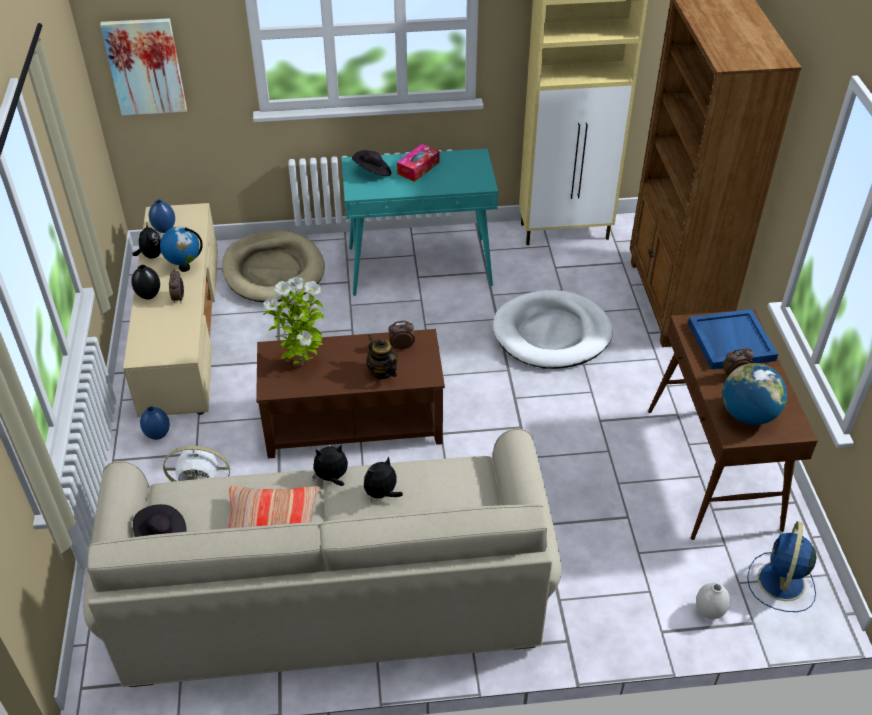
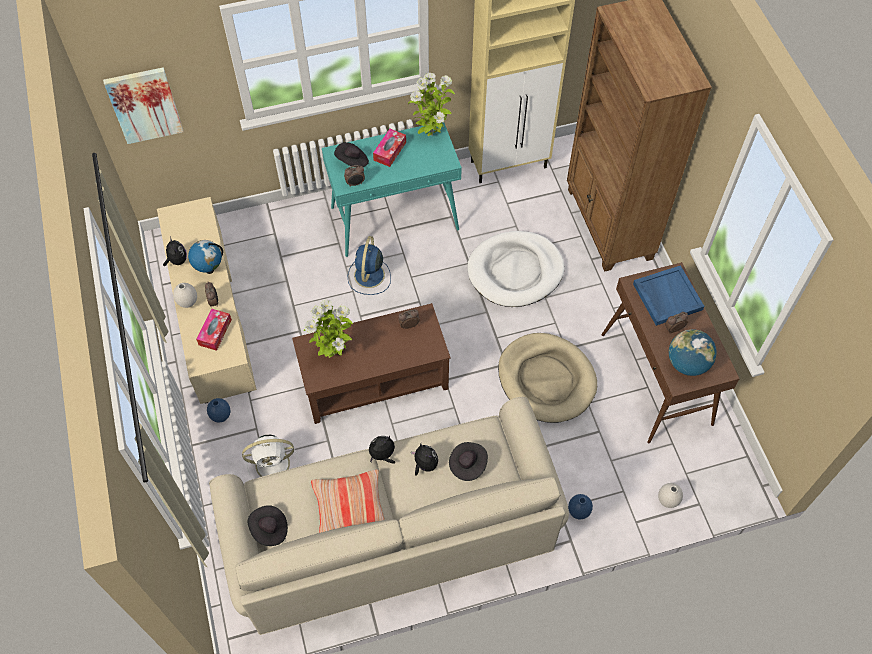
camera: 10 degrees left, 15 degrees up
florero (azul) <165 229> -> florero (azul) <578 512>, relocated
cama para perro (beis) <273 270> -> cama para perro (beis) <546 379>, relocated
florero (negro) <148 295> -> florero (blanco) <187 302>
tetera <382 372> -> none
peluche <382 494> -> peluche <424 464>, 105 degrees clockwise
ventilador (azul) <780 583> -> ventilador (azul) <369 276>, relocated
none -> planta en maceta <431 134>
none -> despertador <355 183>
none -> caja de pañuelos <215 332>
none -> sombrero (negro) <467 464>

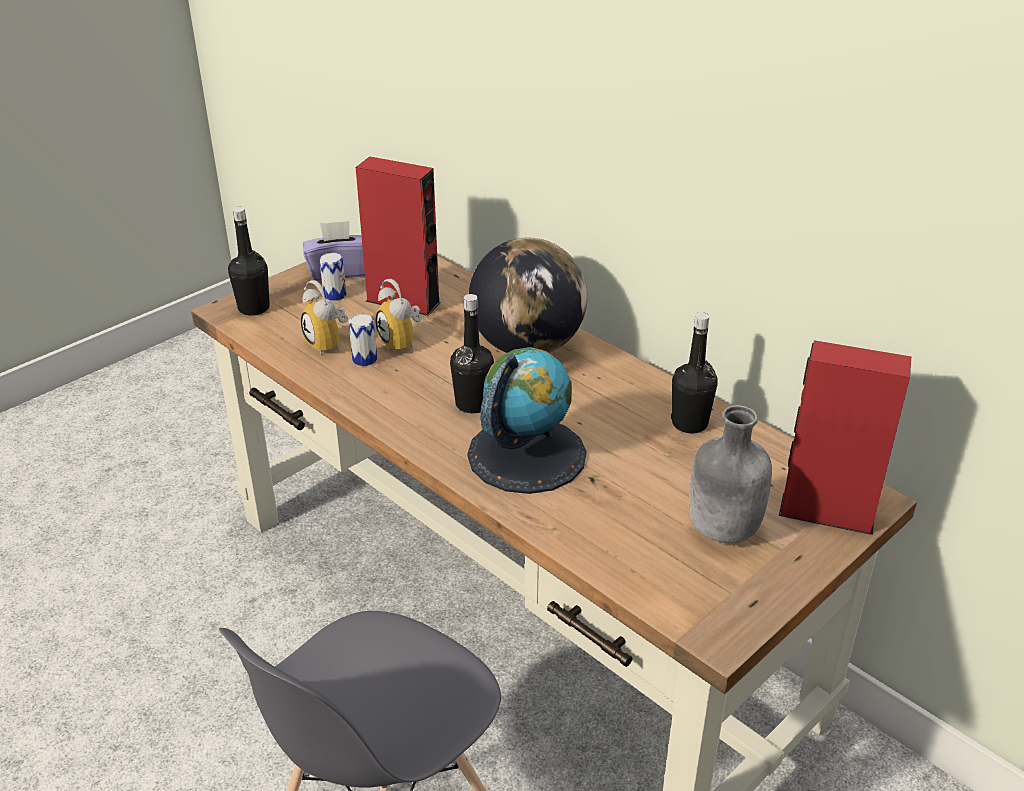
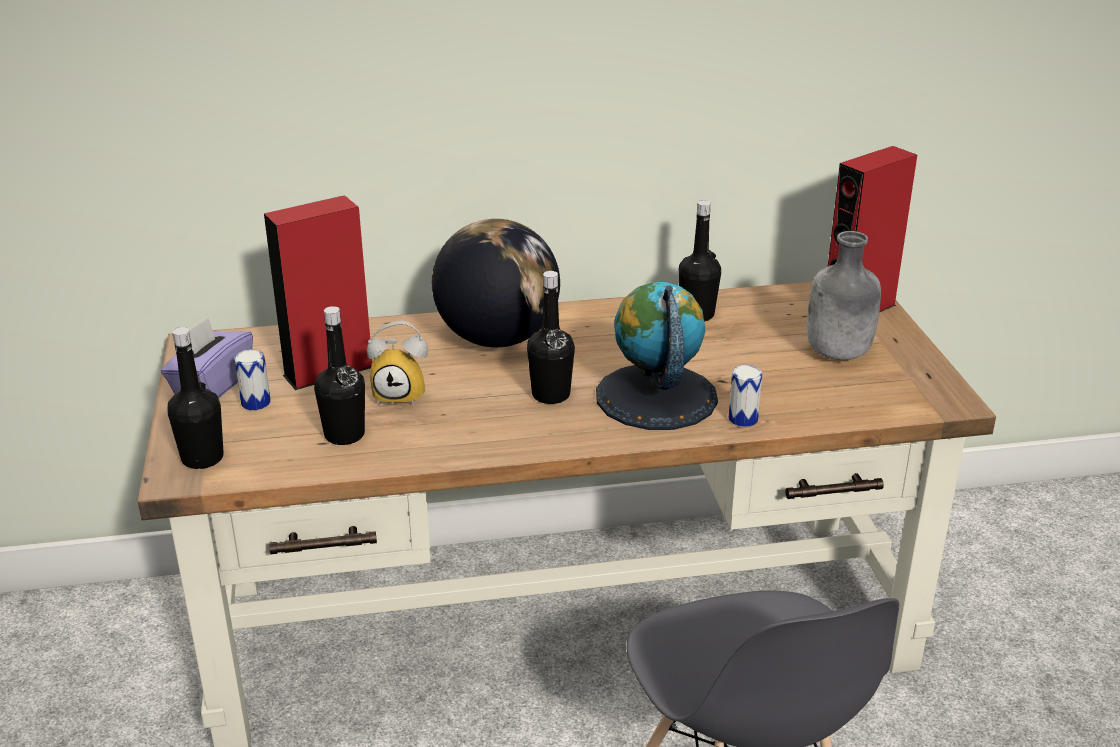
camera: 55 degrees left, 5 degrees down
despertador <329 344> -> botella (negro) <344 435>
lata <364 359> -> lata <743 419>, relocated

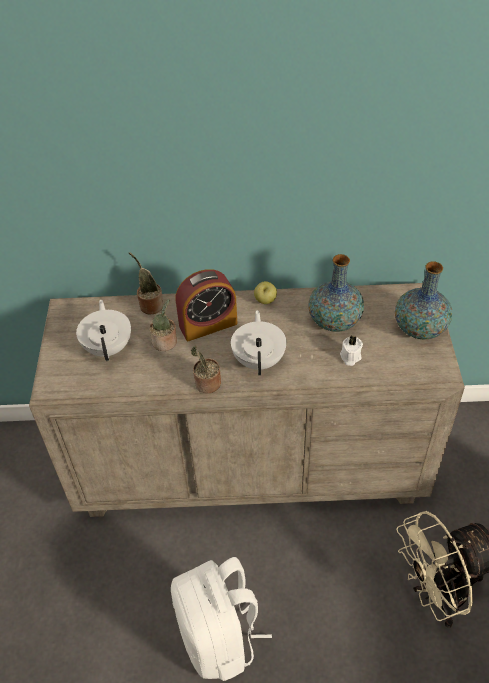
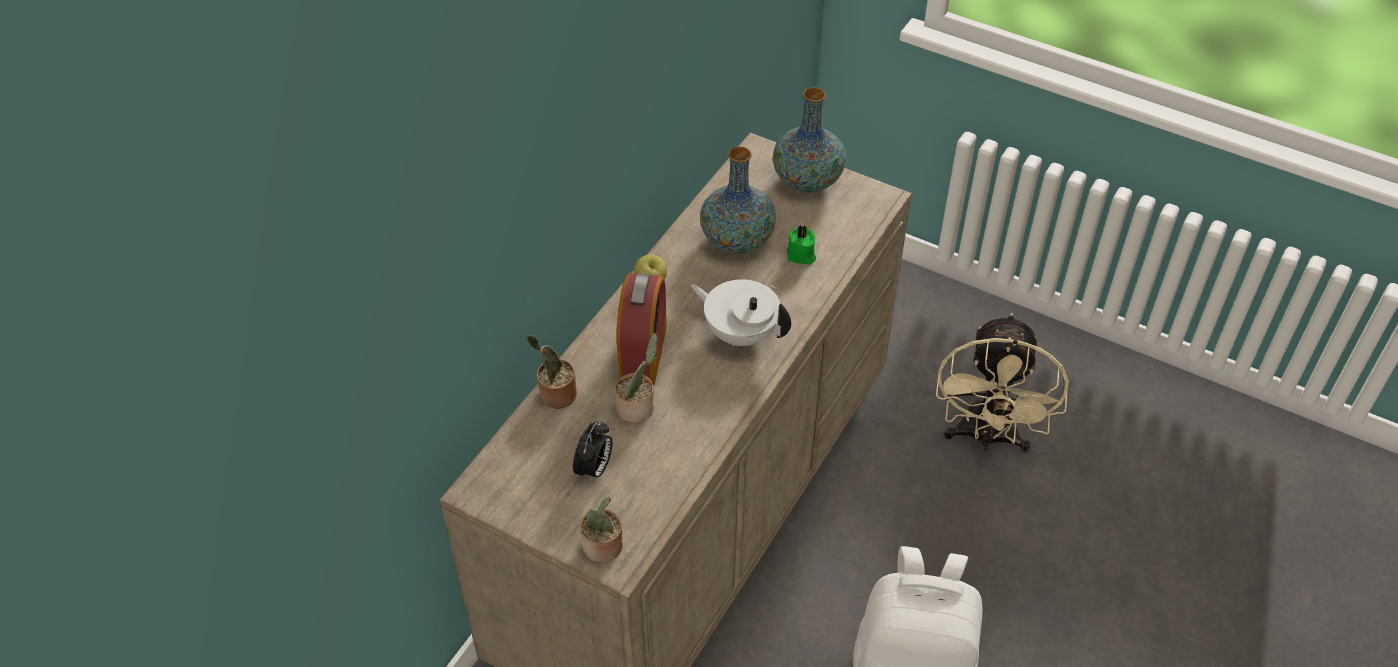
camera: 60 degrees left, 0 degrees up
tetera (blanco) <108 347> -> despertador <594 469>
vela (blanco) <350 357> -> vela (verde) <801 255>
planta en maceta <206 384> -> planta en maceta <603 548>, relocated

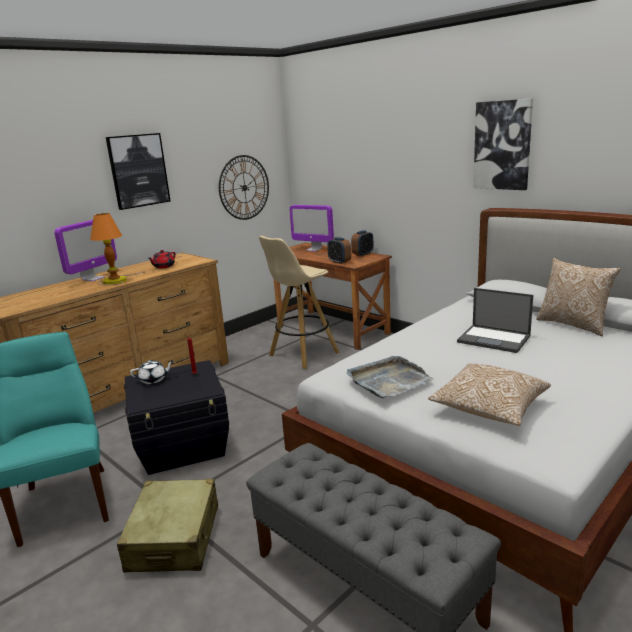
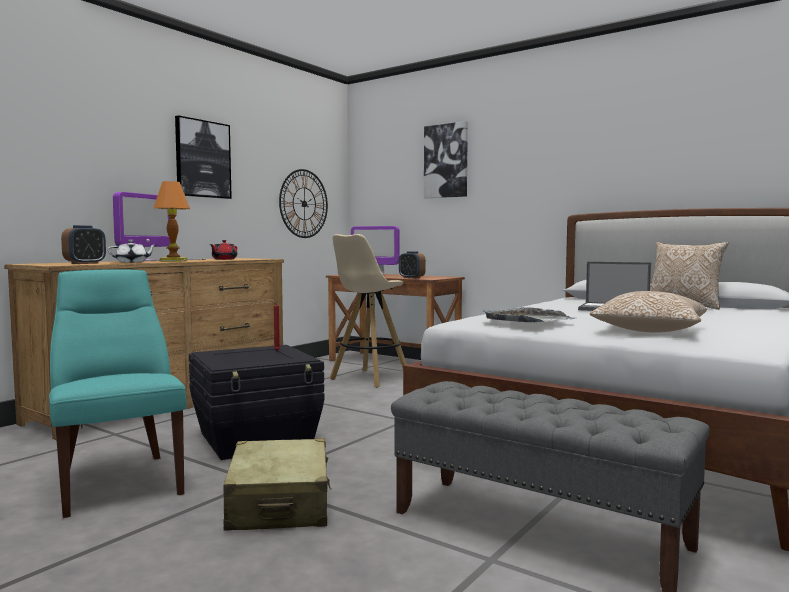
camera: 10 degrees left, 15 degrees down
cuadro <502 145> -> cuadro <446 161>, relocated
despertador <363 254> -> despertador <85 263>, relocated
tetera (blanco) <154 379> -> tetera (blanco) <132 262>, relocated

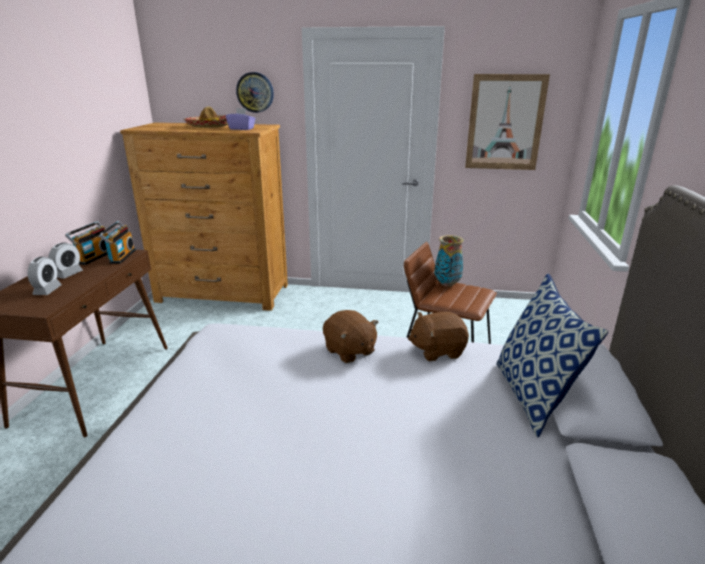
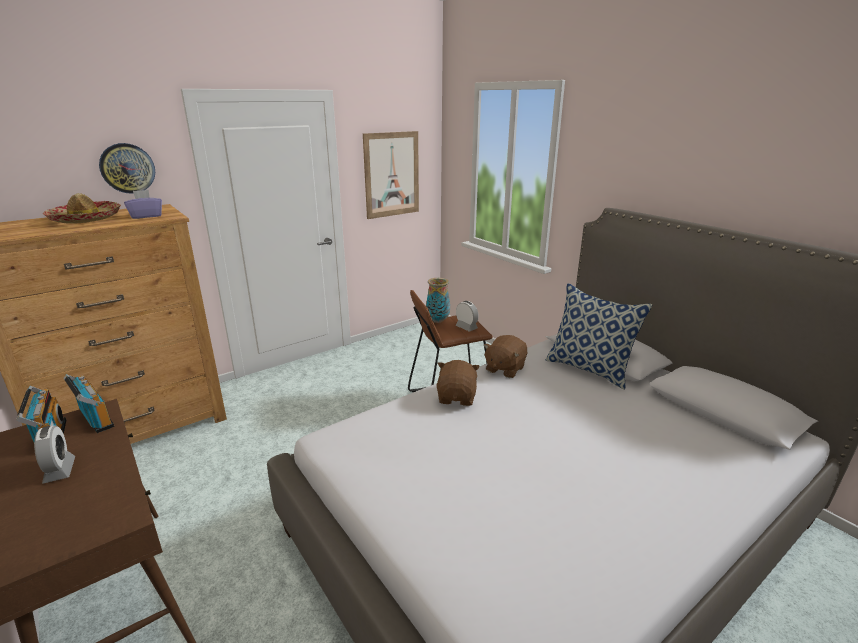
camera: 45 degrees left, 0 degrees up
despertador <47 290> -> despertador <466 327>, relocated
peluche (marrón) <349 351> -> peluche (marrón) <457 397>, 90 degrees counterclockwise

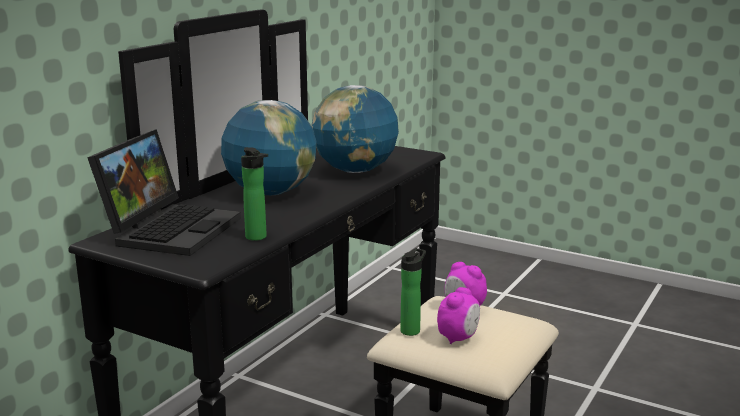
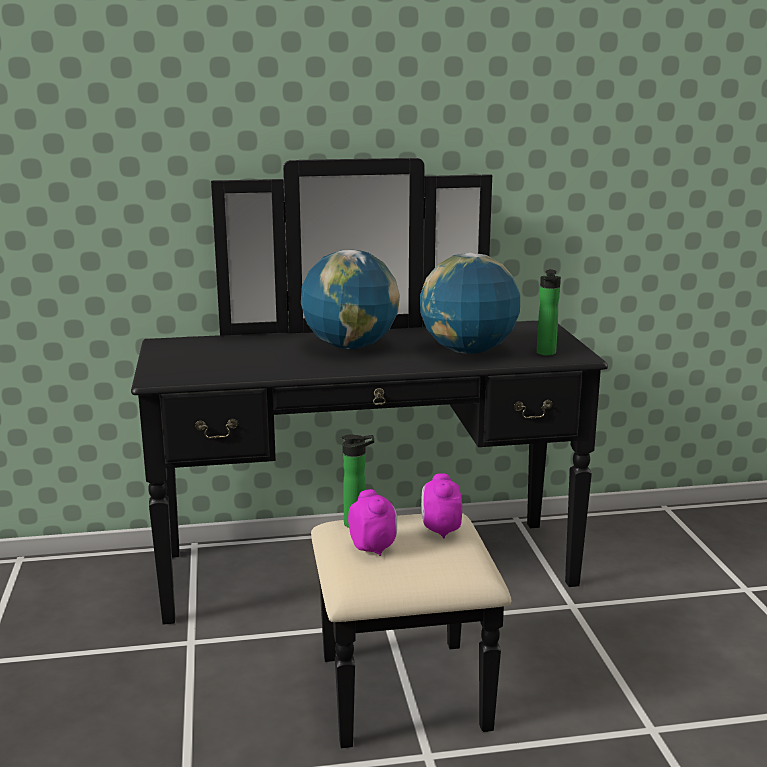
camera: 50 degrees right, 0 degrees up
portátil <170 229> -> none
botella <258 238> -> botella <546 353>, relocated
despertador <458 338> -> despertador <373 548>, 105 degrees counterclockwise

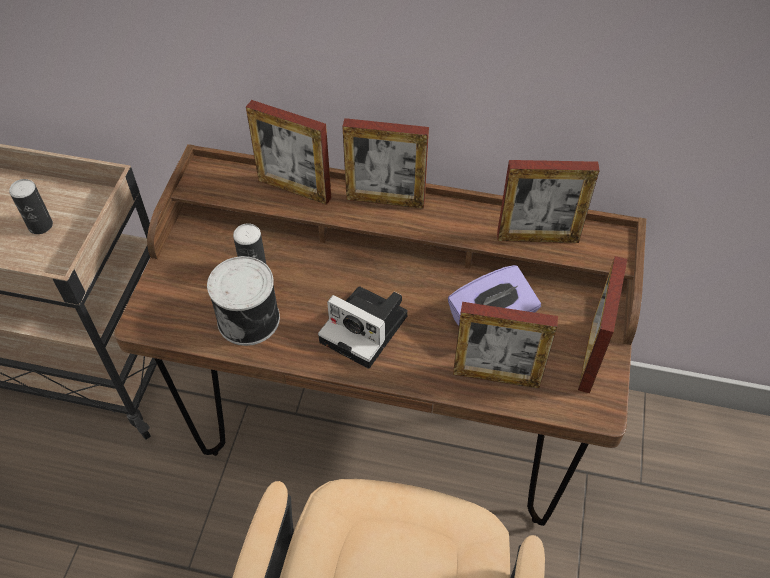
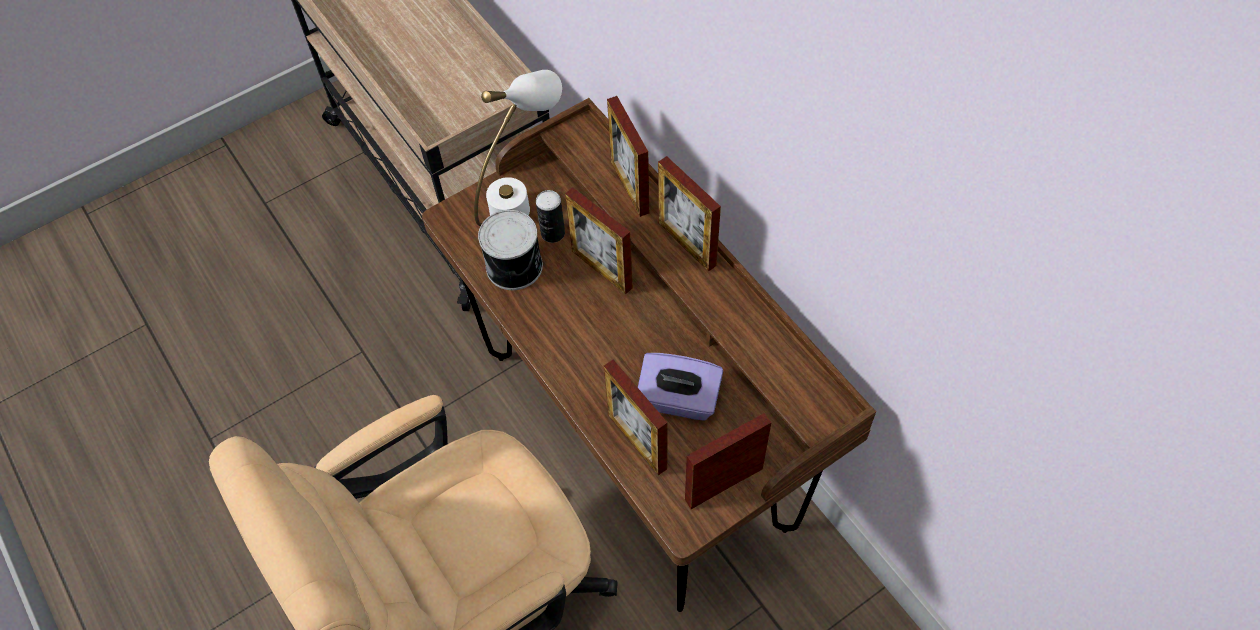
camera: 45 degrees right, 5 degrees up
portarretratos <537 237> -> portarretratos <602 269>, relocated
lata <40 225> -> none
cámara <367 329> -> none
none -> lámpara de mesa (blanco) <522 197>

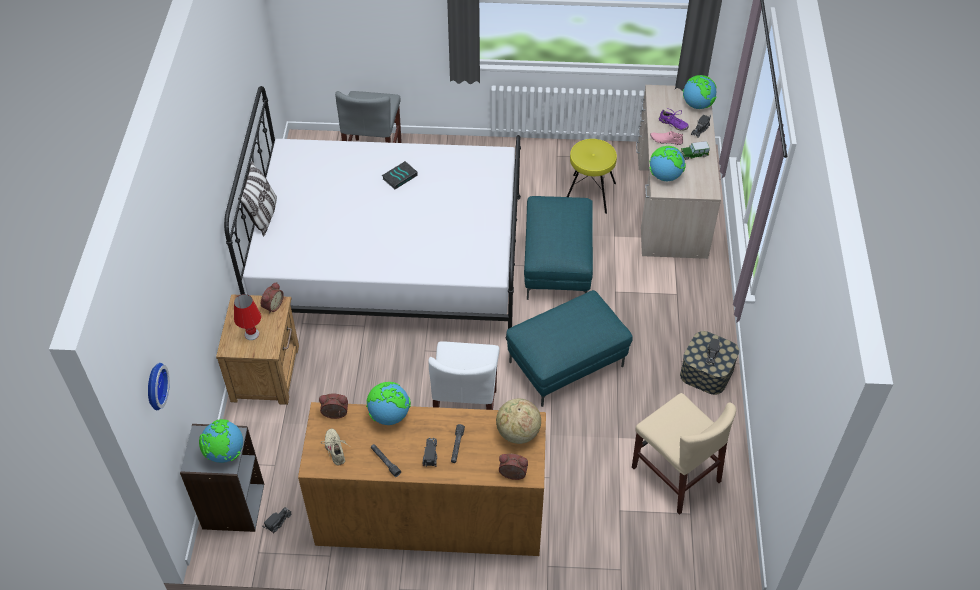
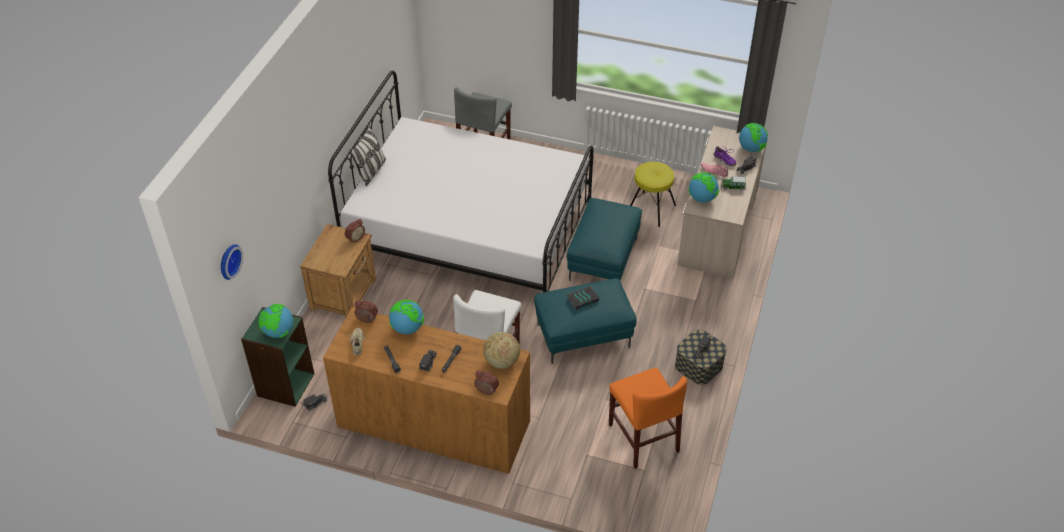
camera: 15 degrees right, 5 degrees down
libro <400 176> -> libro <582 299>, relocated
lámpara de mesa (rojo) <251 334> -> none
silla (beis) <675 474> -> silla (naranja) <643 438>
estantería (gris) <232 506> -> estantería (verde) <285 384>

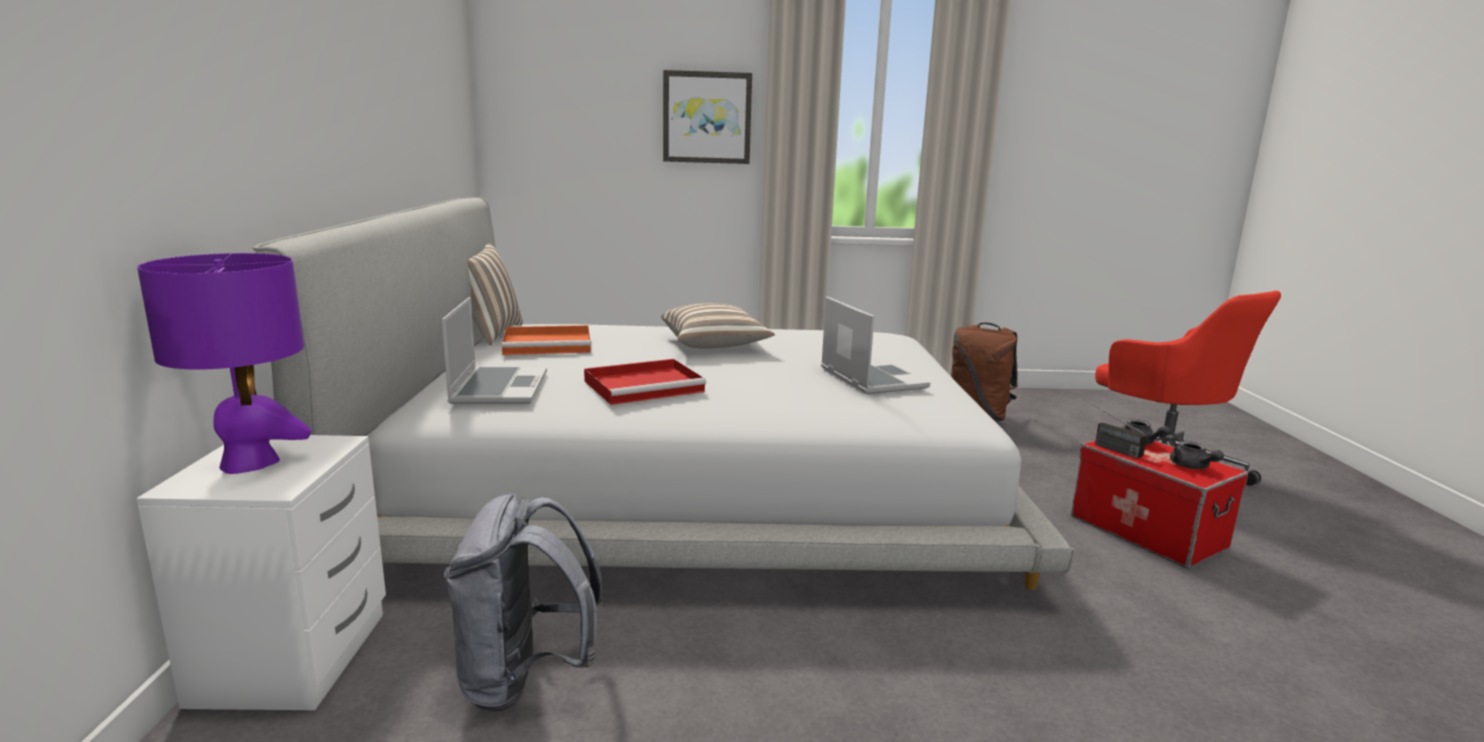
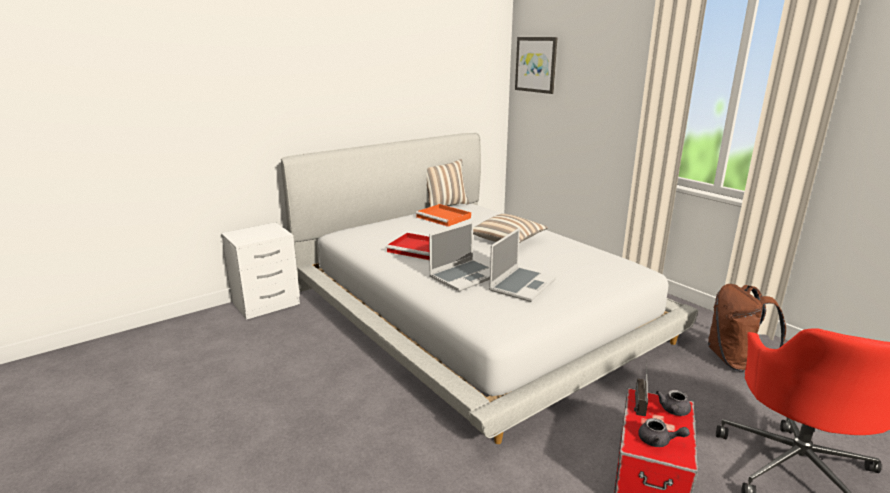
camera: 55 degrees right, 5 degrees up
cuadro <707 117> -> cuadro <536 64>, relocated
lámpara de mesa (morado) <250 463> -> none
portátil <498 388> -> portátil <465 276>, relocated
tetera (gris) <1192 467> -> tetera (gris) <658 441>, 105 degrees counterclockwise
mochila (gris) <525 679> -> none

